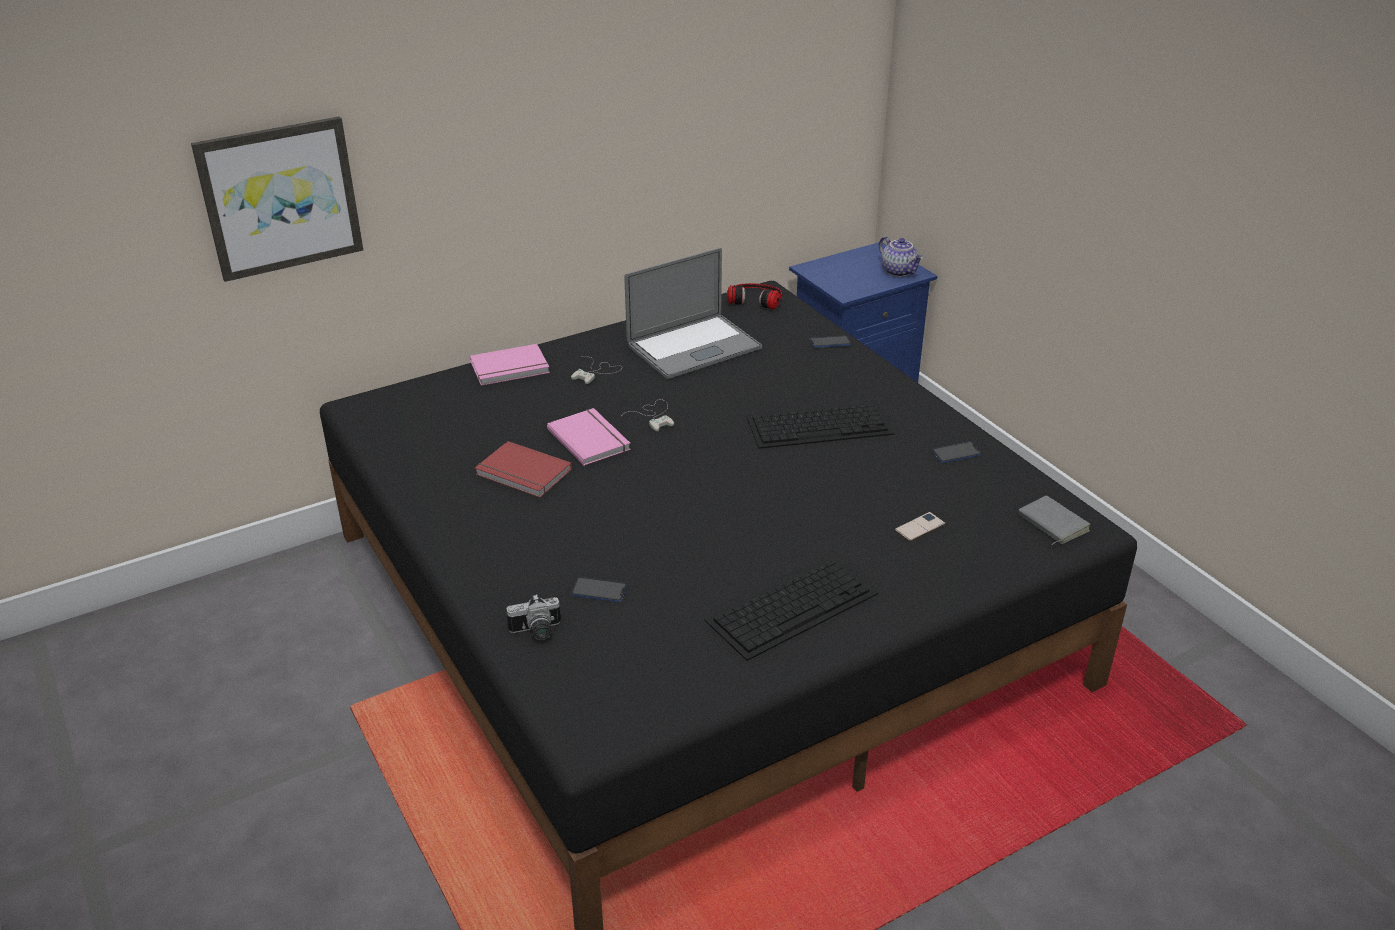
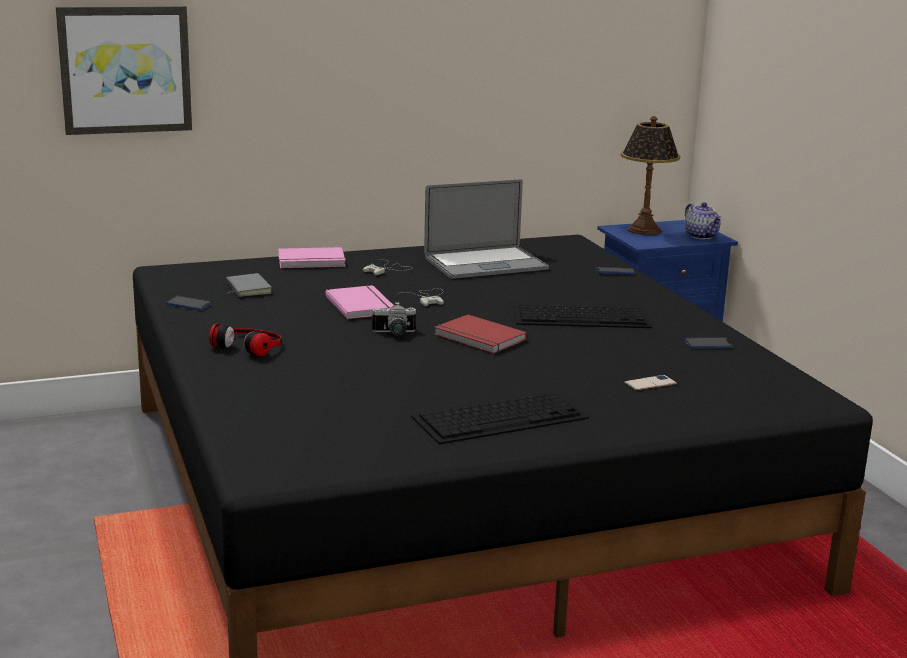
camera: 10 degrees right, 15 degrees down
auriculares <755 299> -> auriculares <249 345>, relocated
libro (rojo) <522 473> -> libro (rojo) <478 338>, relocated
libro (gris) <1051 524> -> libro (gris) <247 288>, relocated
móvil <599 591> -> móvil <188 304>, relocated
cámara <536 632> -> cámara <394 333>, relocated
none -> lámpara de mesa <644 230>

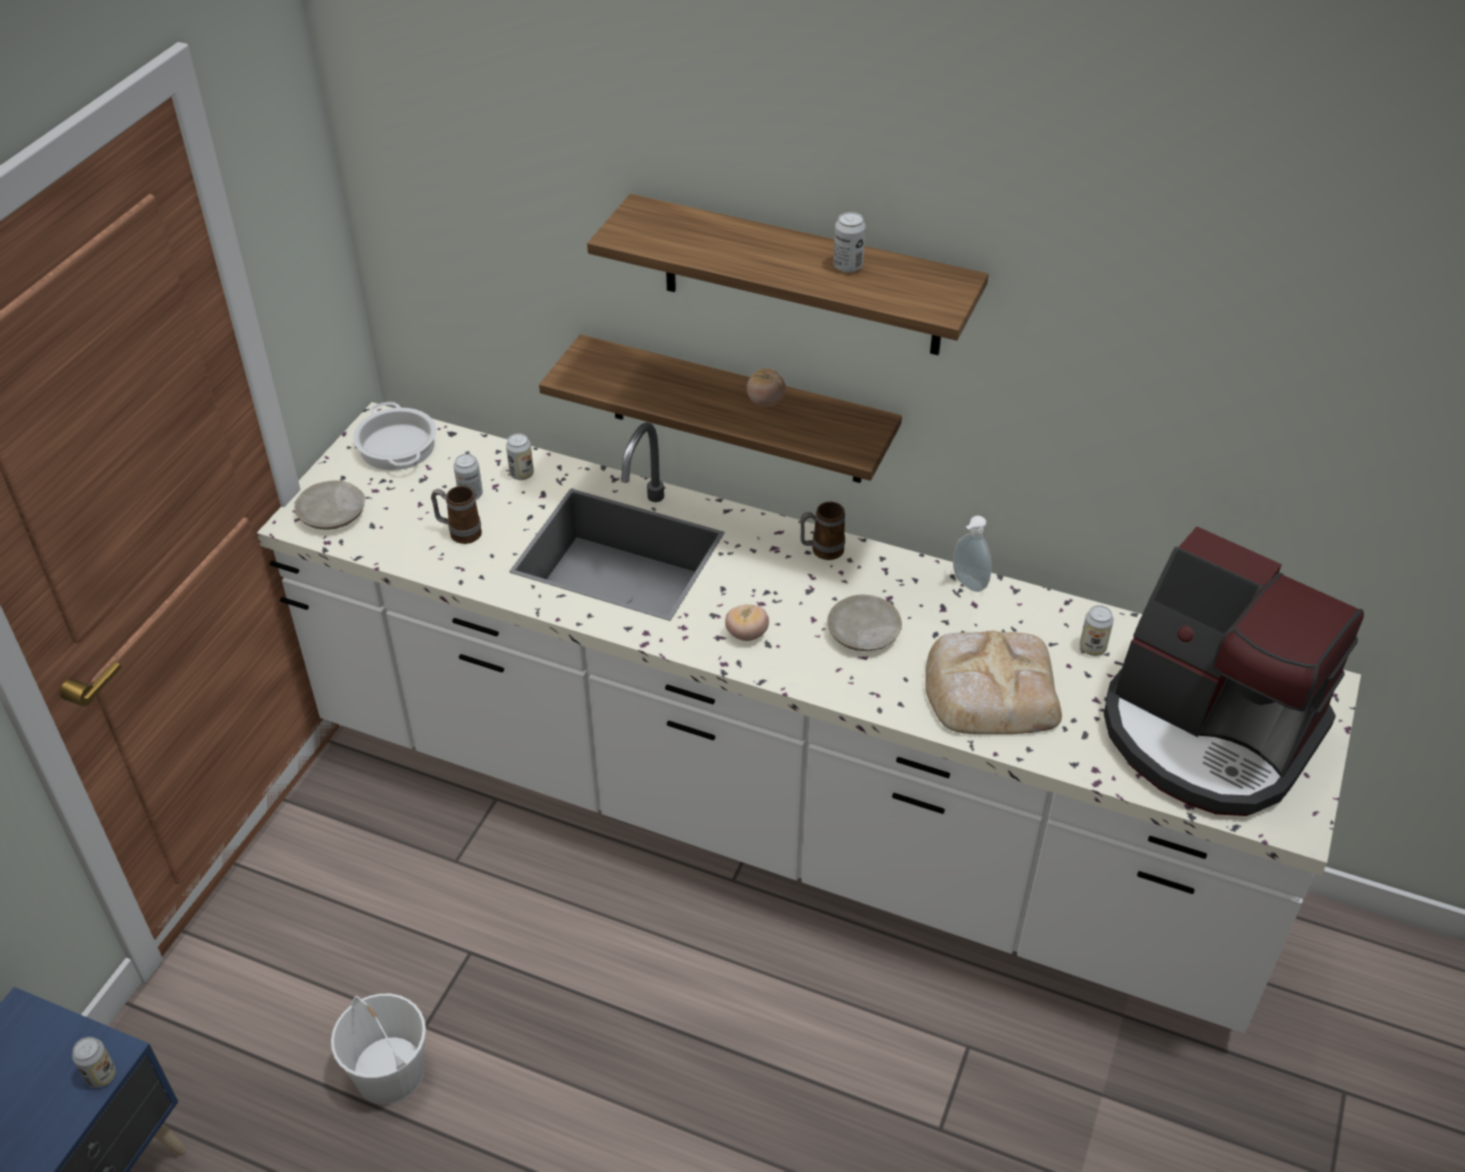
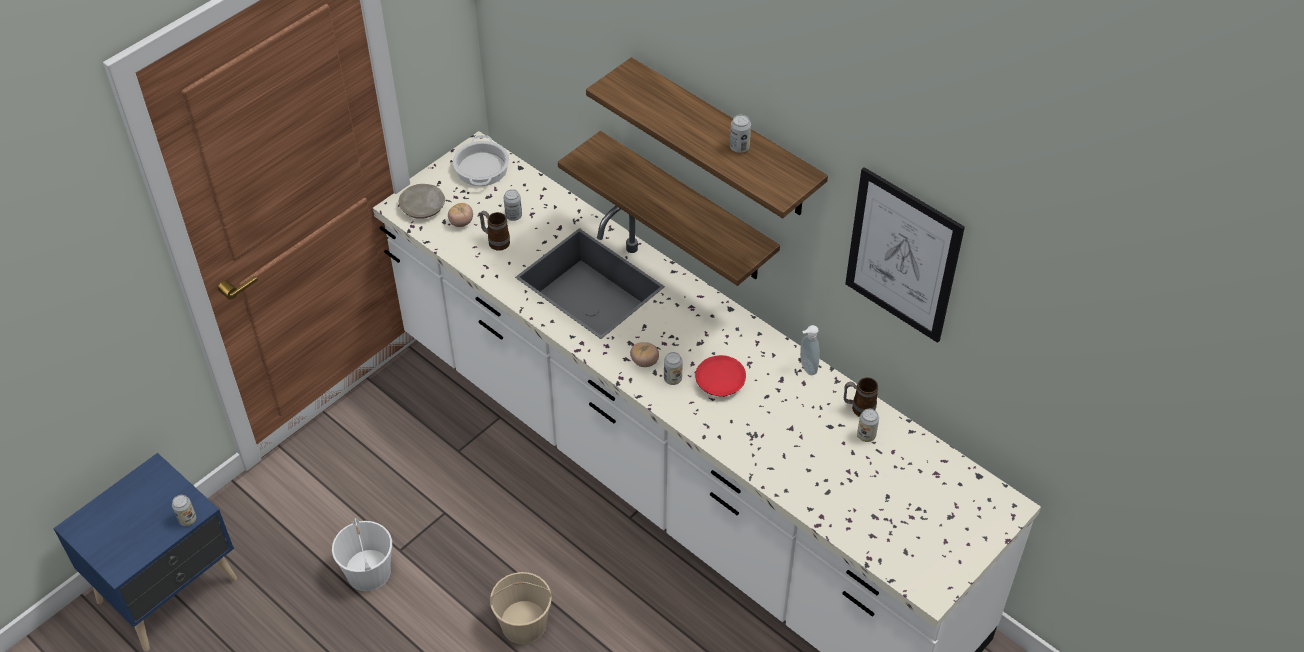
camera: 20 degrees right, 5 degrees up
tomate <765 401> -> tomate <461 222>, relocated
lata <521 474> -> lata <672 379>, relocated
taza grande <821 551> -> taza grande <858 408>, relocated
cafetera <1208 733> -> none
plato (beis) <863 633> -> plato (rojo) <719 382>
pan <989 689> -> none
none -> cuadro <902 255>
none -> cubo (beis) <524 623>

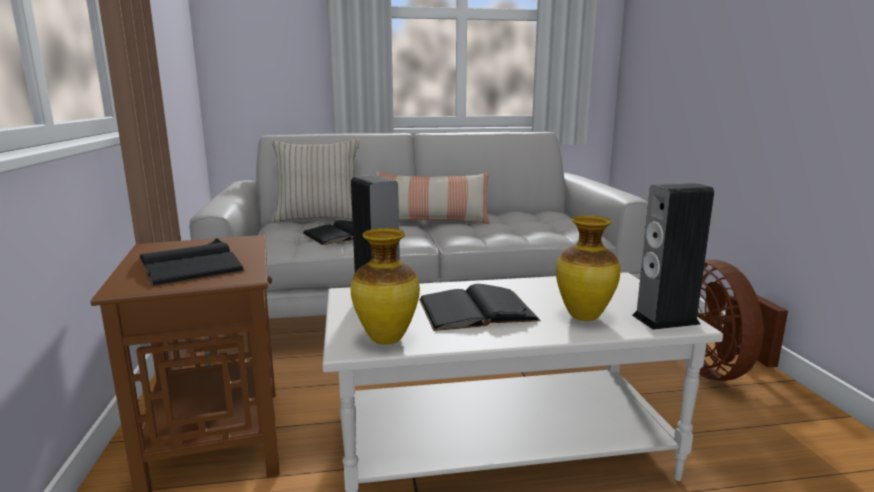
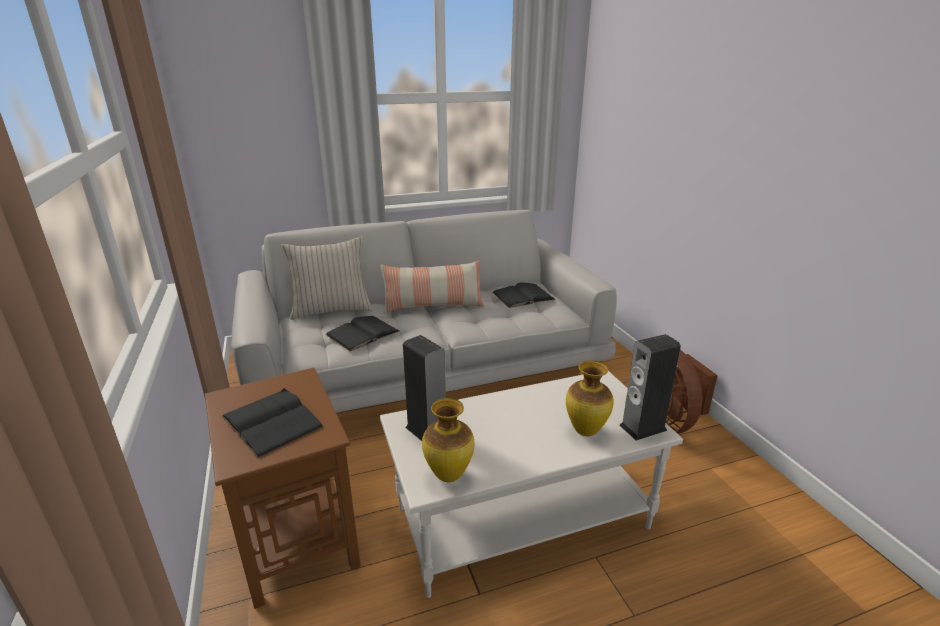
camera: 10 degrees left, 10 degrees up
libro (negro) <476 310> -> libro (negro) <523 296>, relocated

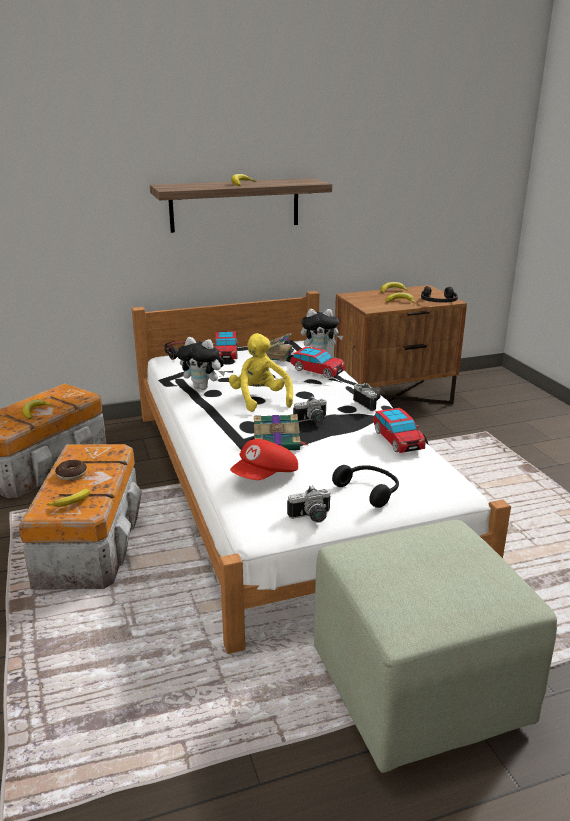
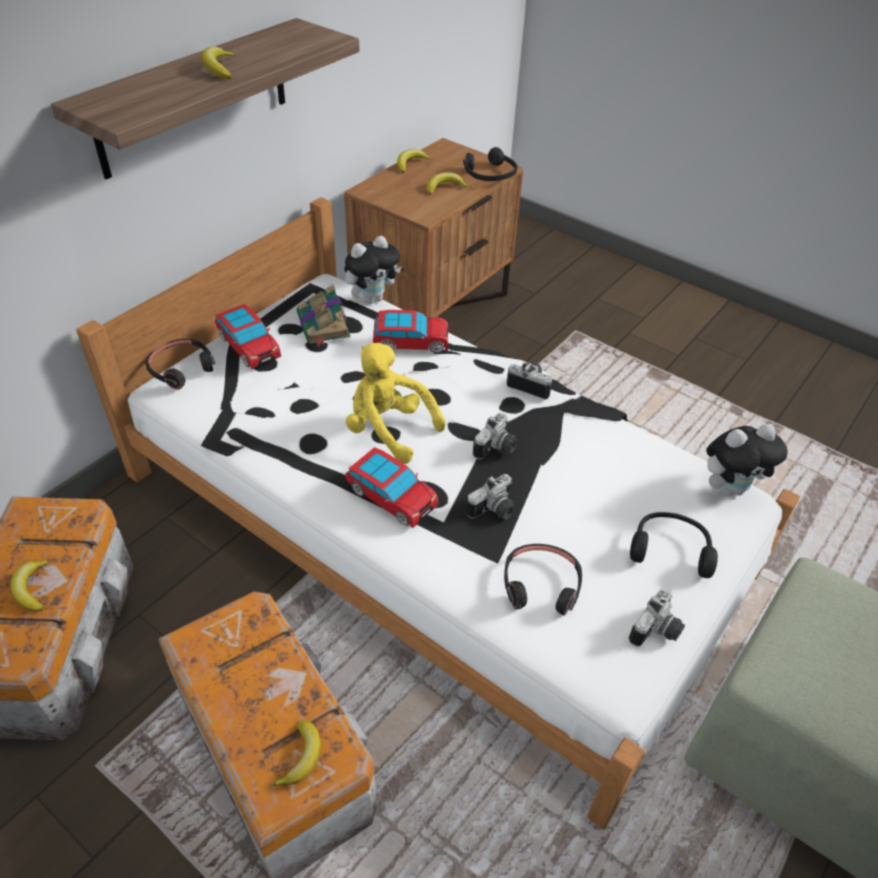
camera: 35 degrees left, 20 degrees up
peluche <203 387> -> peluche <730 488>, relocated
coche de juguete <397 439> -> coche de juguete <391 497>, relocated
libro <278 443> -> cámara <494 511>
gorra (rojo) <265 477> -> auriculares (negro) <541 585>
rosquilla <71 474> -> none

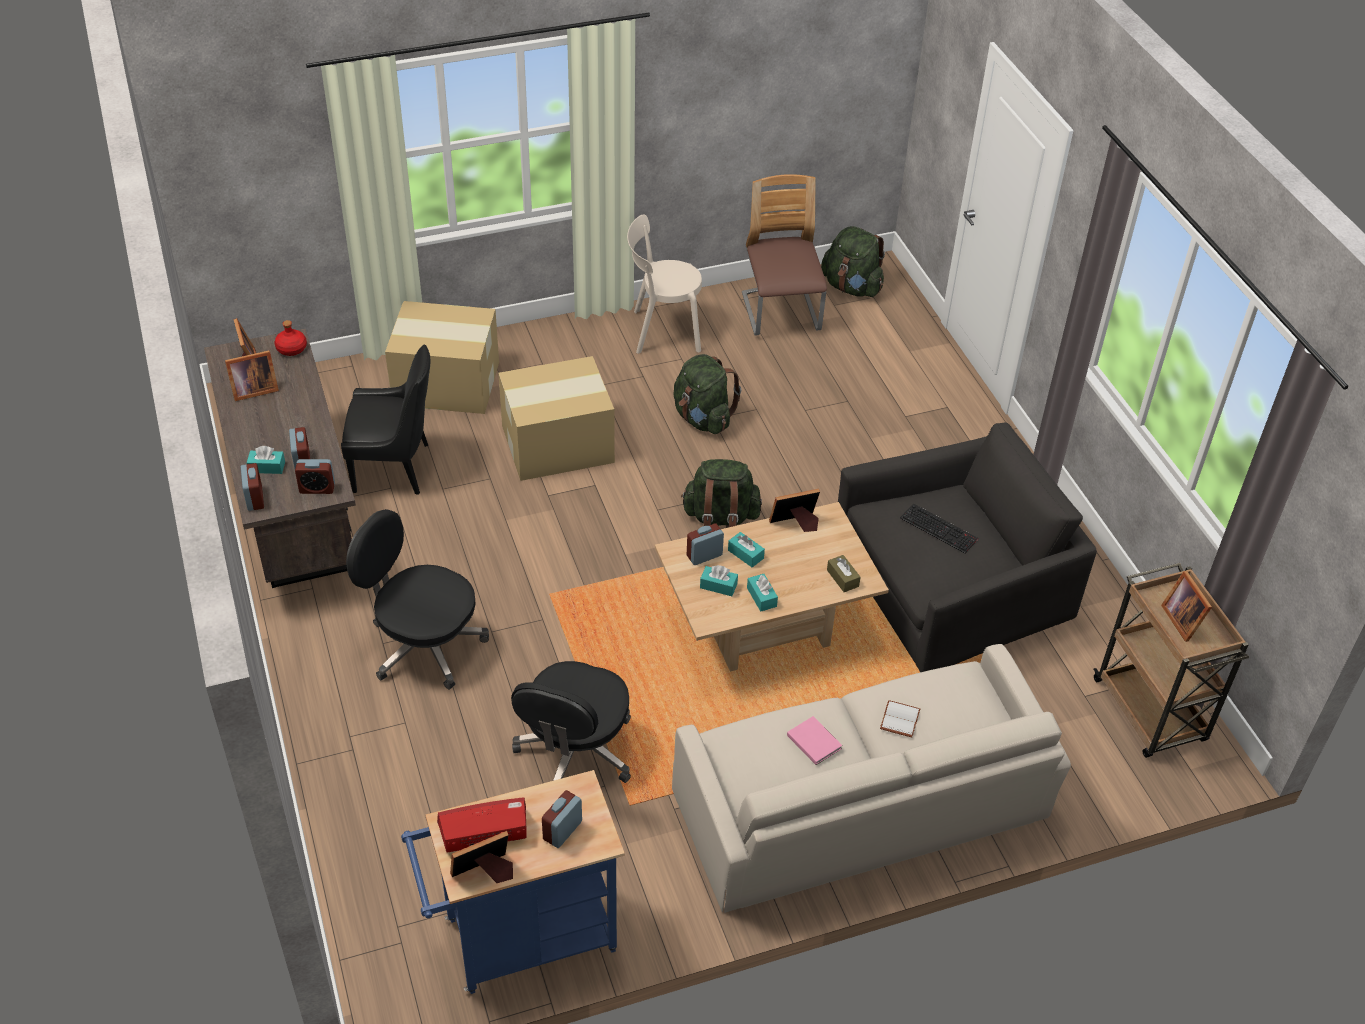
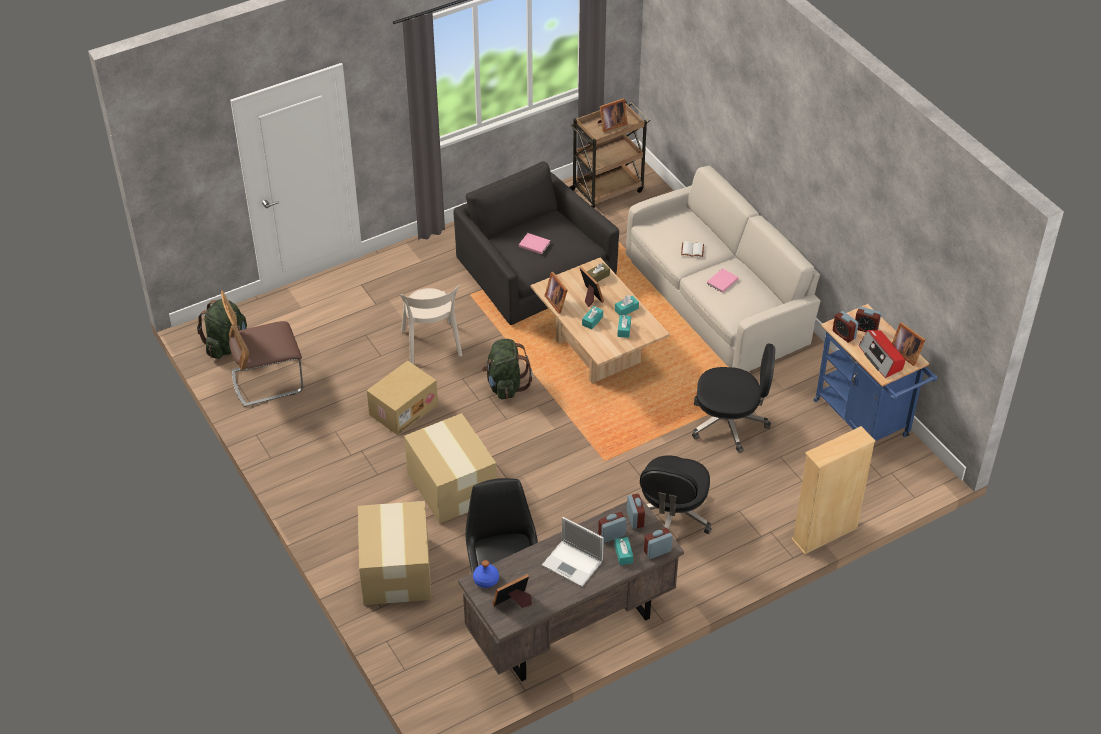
camera: 100 degrees left, 0 degrees up
silla (beis) <662 331> -> silla (beis) <432 346>, relocated
botella (rojo) <291 348> -> botella (azul) <485 580>
portarretratos <252 390> -> portarretratos <590 297>, relocated
mochila (verde) <703 418> -> caja de cartón <403 409>
teclado <940 528> -> libro (rosa) <534 244>
despertador <704 555> -> despertador <844 334>, relocated
none -> estantería (beis) <824 534>
none -> portátil <573 564>

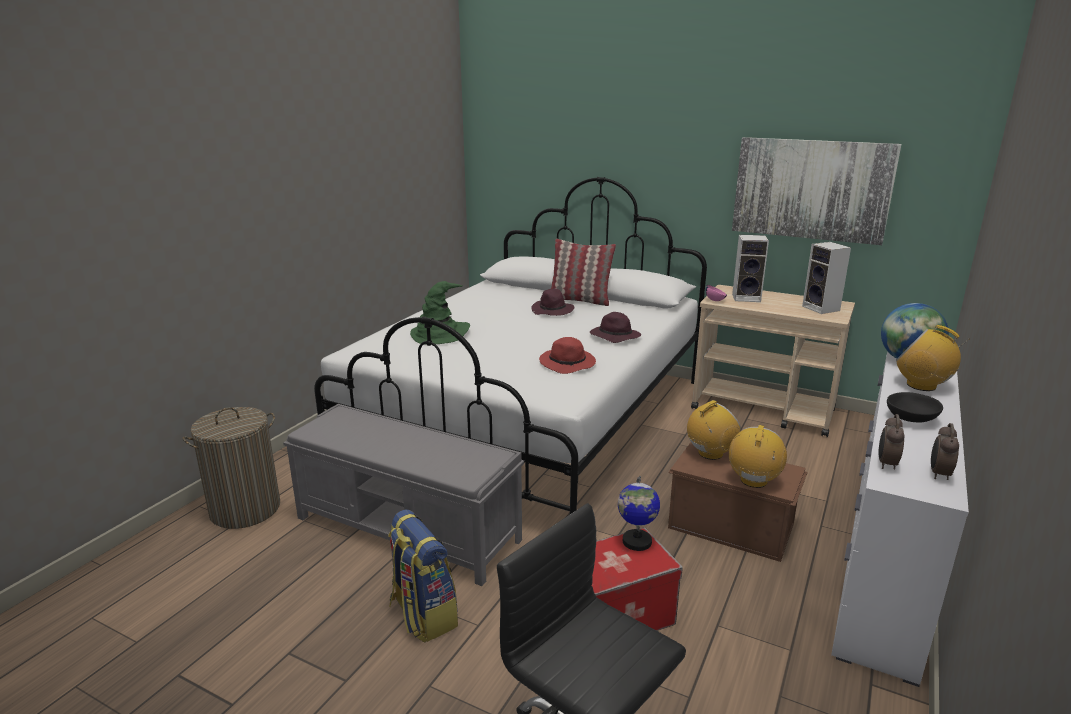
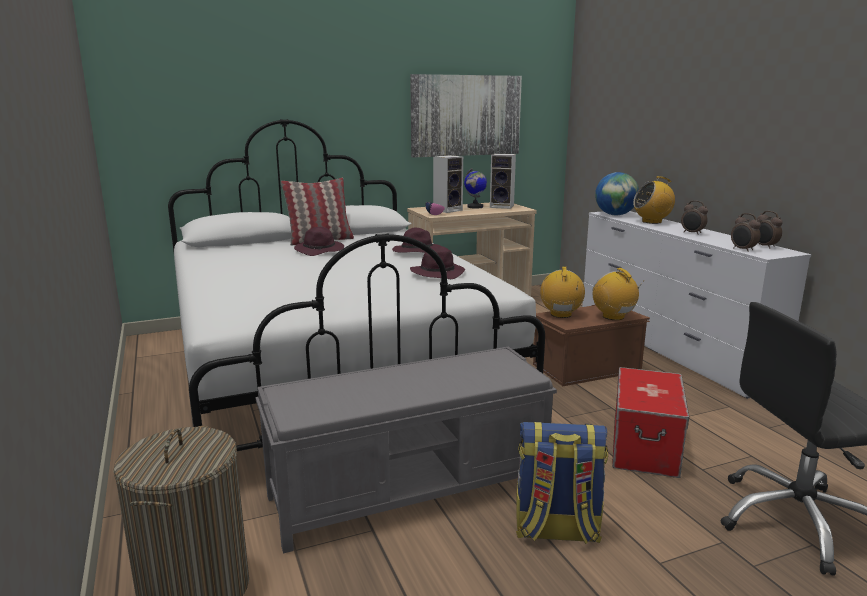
camera: 50 degrees left, 5 degrees down
sombrero (verde) <440 334> -> none
sombrero (rojo) <568 364> -> sombrero (morado) <438 273>
cuenco (negro) <911 419> -> despertador <692 233>
globo terráqueo <636 541> -> globo terráqueo <475 207>, relocated

